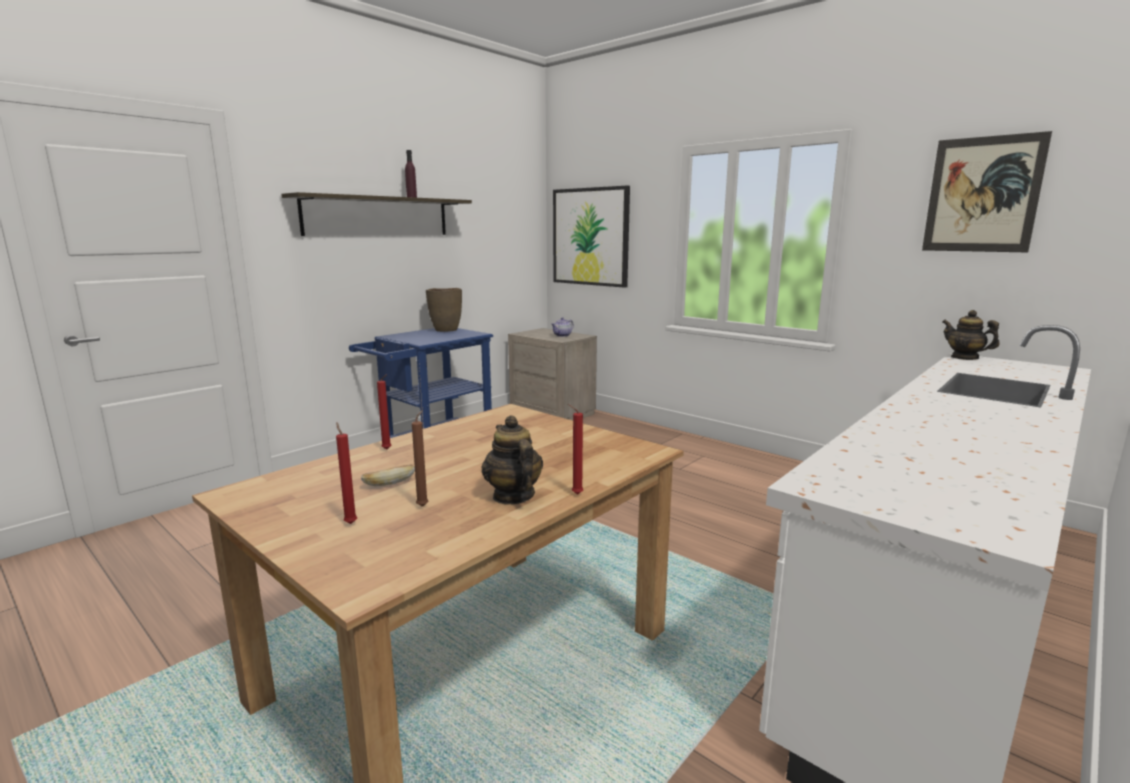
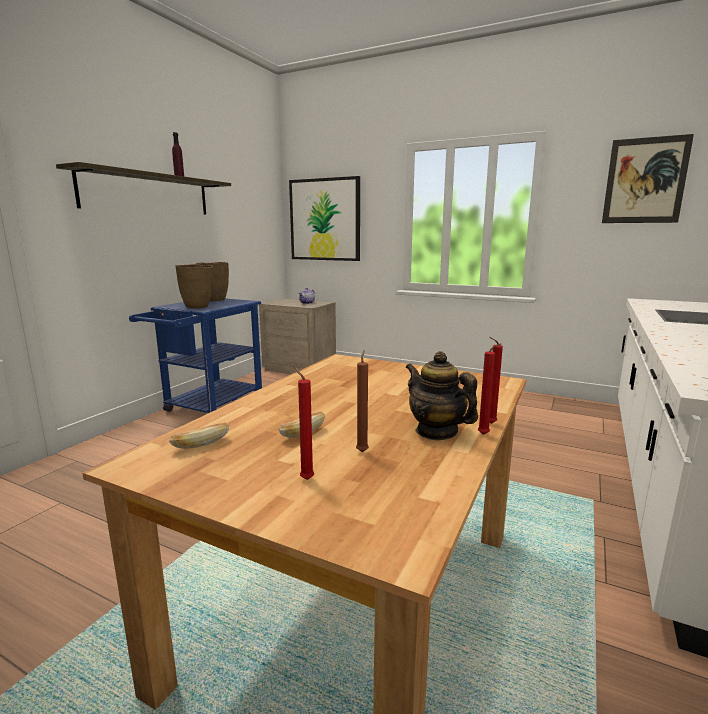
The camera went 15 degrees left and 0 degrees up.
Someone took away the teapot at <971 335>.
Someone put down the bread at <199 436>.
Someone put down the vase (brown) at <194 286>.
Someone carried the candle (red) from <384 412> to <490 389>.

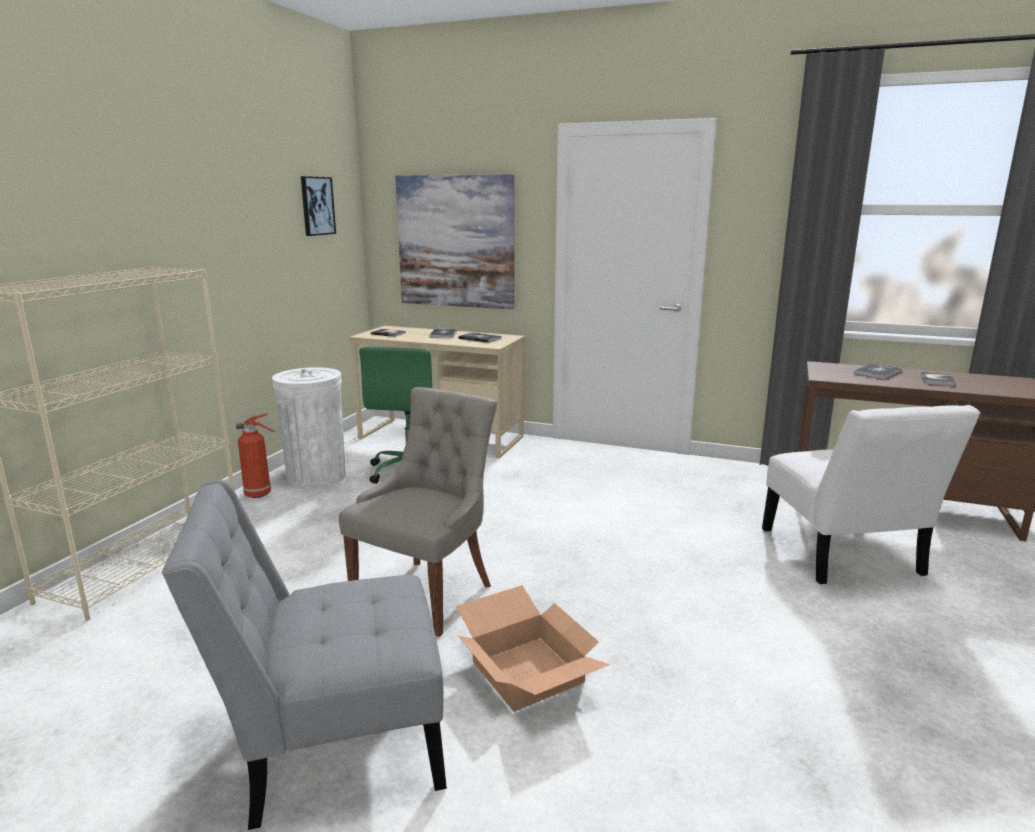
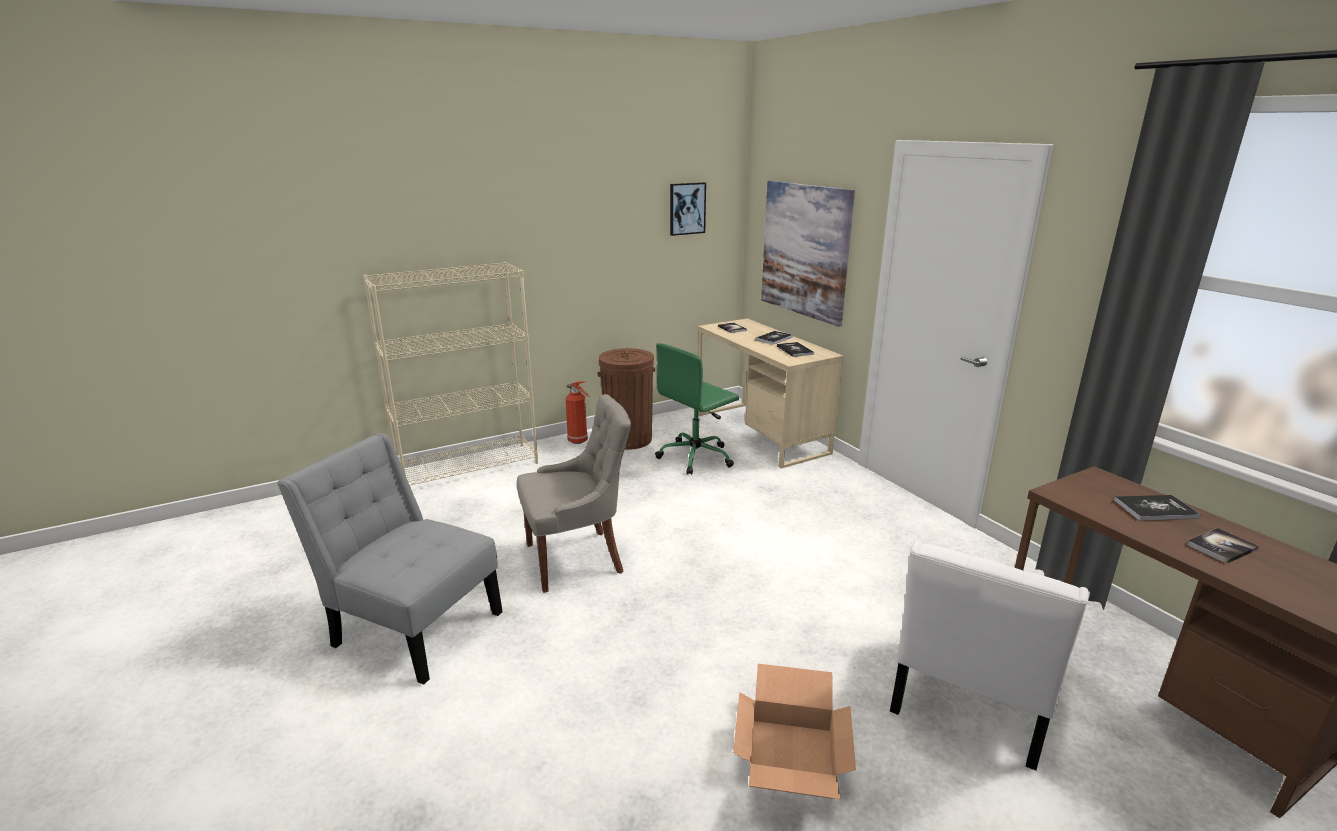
The camera went 40 degrees right and 5 degrees up.
Someone carried the cardboard box from <533 648> to <794 731>.
Someone repainted the trash can (white) at <309 428>, which became the trash can (brown) at <626 399>.

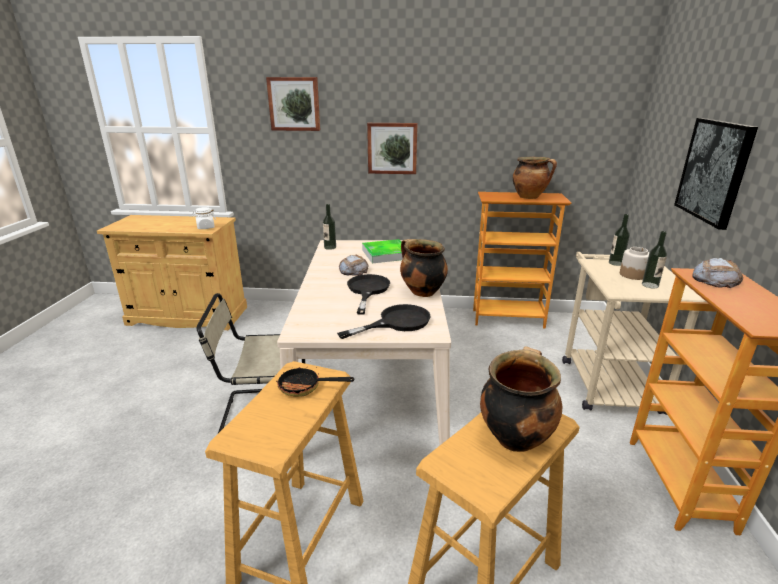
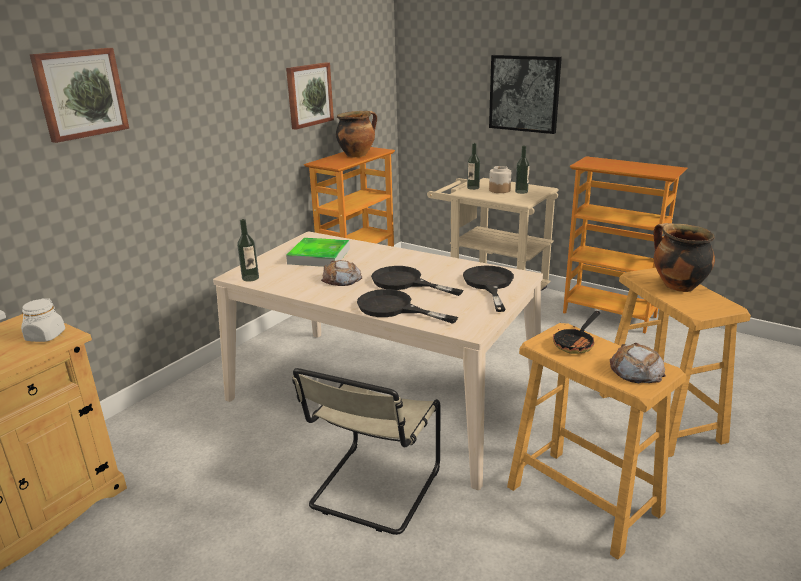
The camera went 60 degrees left and 0 degrees up.
Someone took away the cooking pot at <424 268>.
Someone put down the frying pan (black) at <407 306>.
Someone carried the picture from <392 148> to <310 96>.
Someone carried the bread from <717 273> to <638 363>.

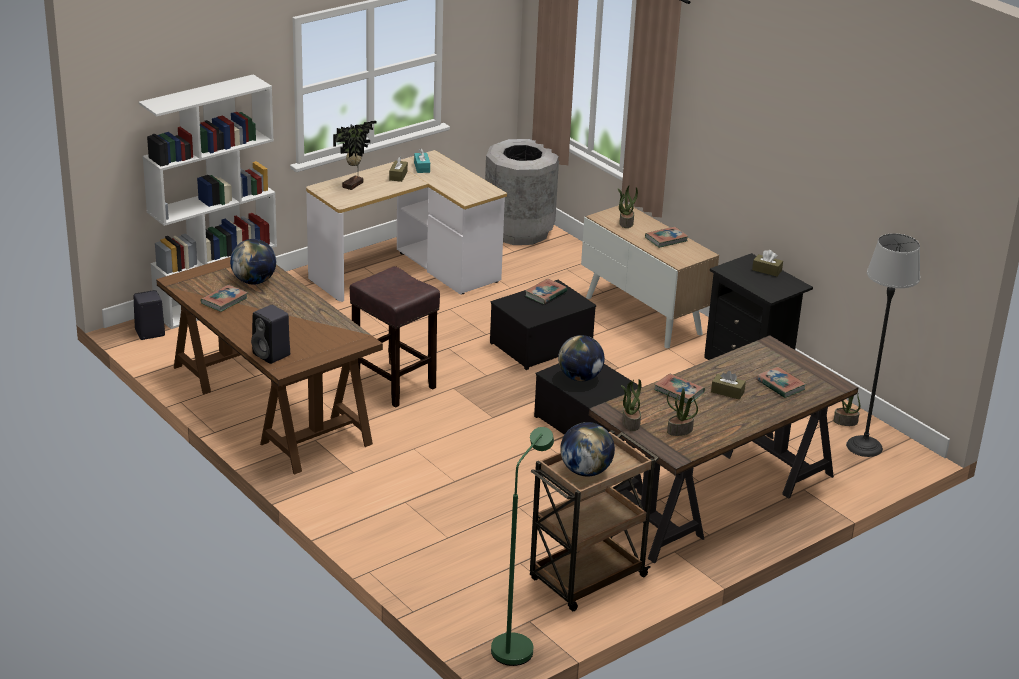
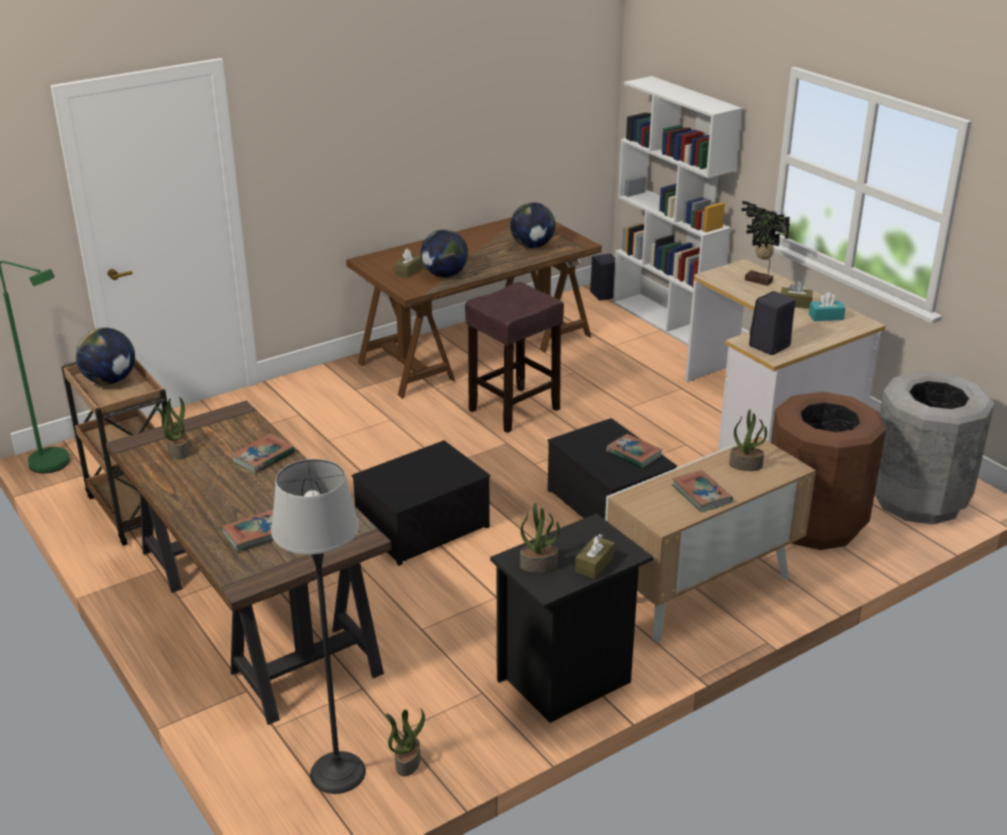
The camera went 95 degrees right and 0 degrees up.
Someone took away the book at <224 298>.
Someone put down the trash can (brown) at <828 471>.
Someone carried the speaker (black) from <270 334> to <772 323>.
Someone carried the globe from <581 358> to <444 253>.
Someone carried the potted plant from <631 405> to <540 538>.
Someone carried the tissue box (brown) from <728 385> to <408 263>.

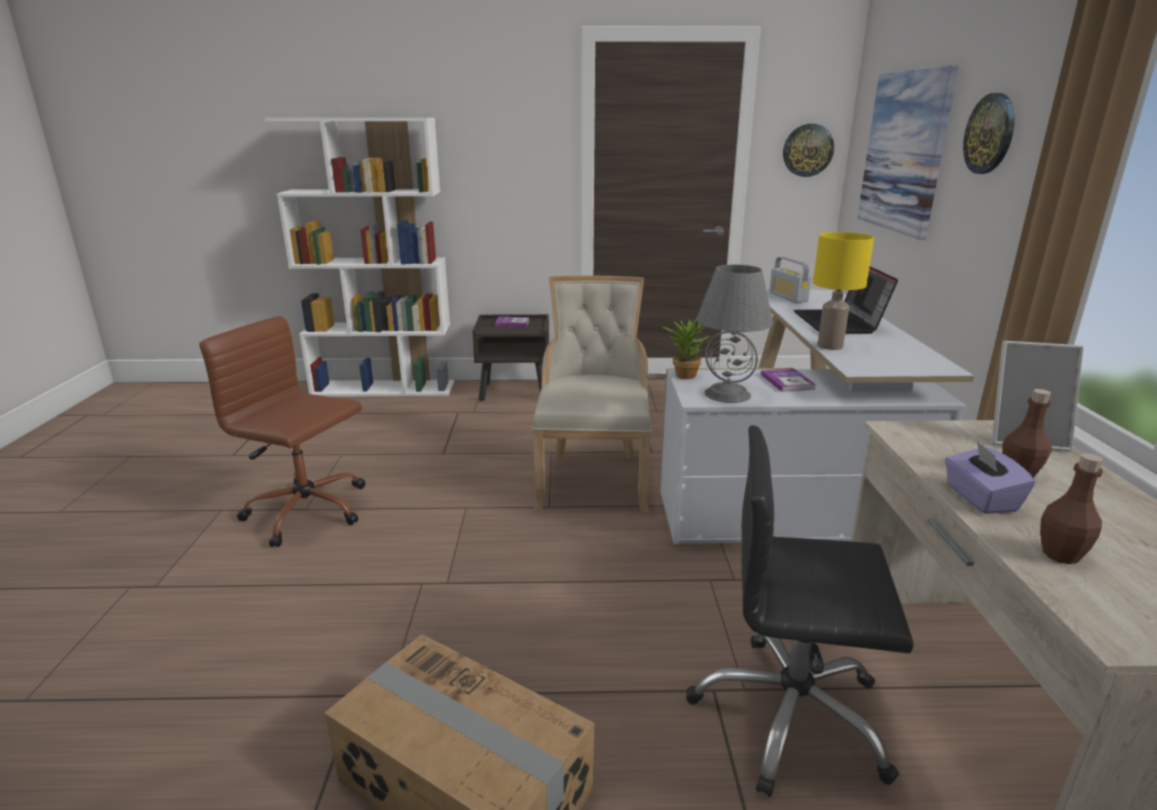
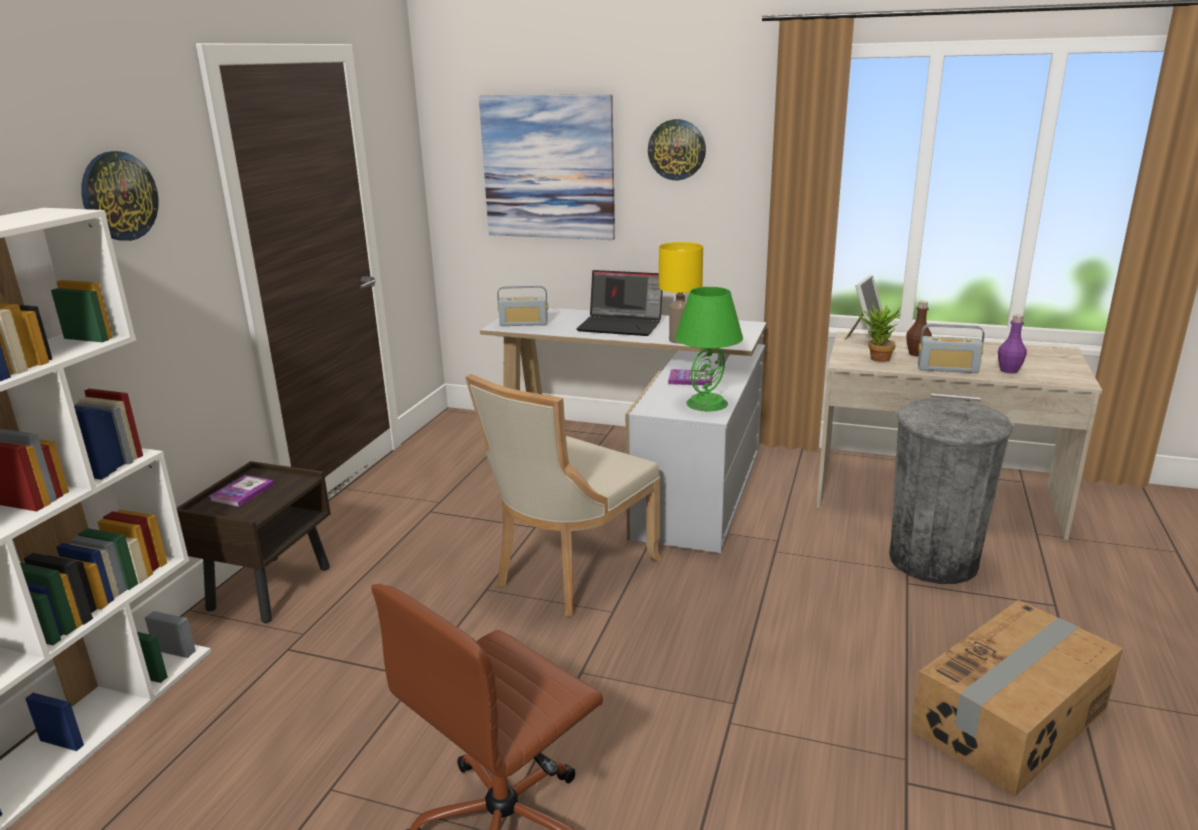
The camera went 70 degrees left and 0 degrees up.
Someone carried the potted plant from <685 349> to <880 332>.
Someone carried the wall clock from <808 150> to <120 196>.
Someone swapped the office chair (black) at <800 611> for the trash can (grey) at <951 491>.
Someone swapped the tissue box (purple) at <990 477> for the radio at <951 348>.
Someone repainted the table lamp (grey) at <734 333>, which became the table lamp (green) at <709 349>.
Someone repainted the bottle (brown) at <1071 508>, which became the bottle (purple) at <1012 344>.
Someone rotated the chair (beige) at <592 394> by 75 degrees counterclockwise.

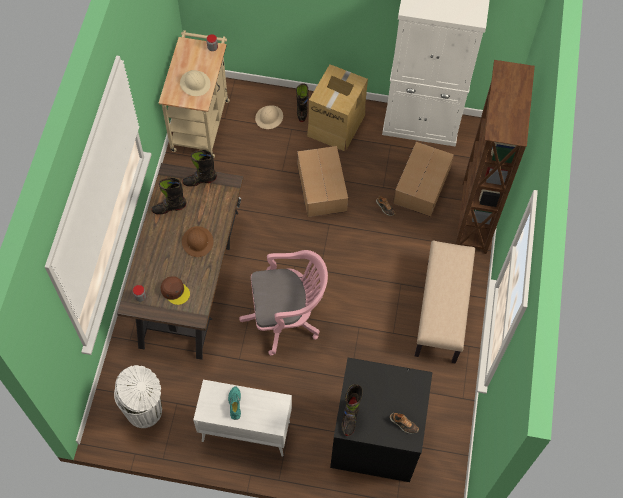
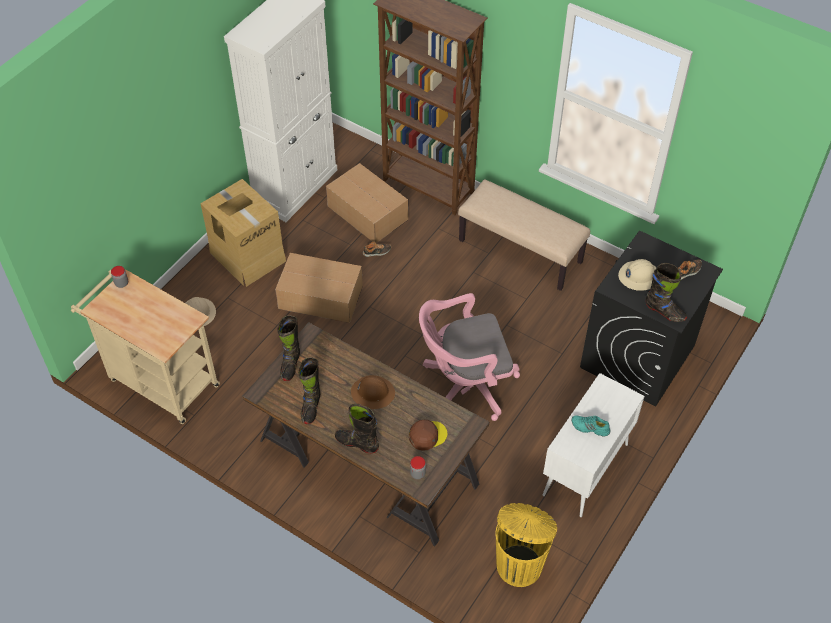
The camera went 65 degrees left and 10 degrees down.
Someone carried the hard hat (beige) from <195 83> to <637 275>.
Someone carried the boot (black) from <302 102> to <357 428>.
Someone repainted the trash can (white) at <138 396>, which became the trash can (yellow) at <526 545>.
Someone rotated the office chair (pink) at <283 303> by 120 degrees counterclockwise.

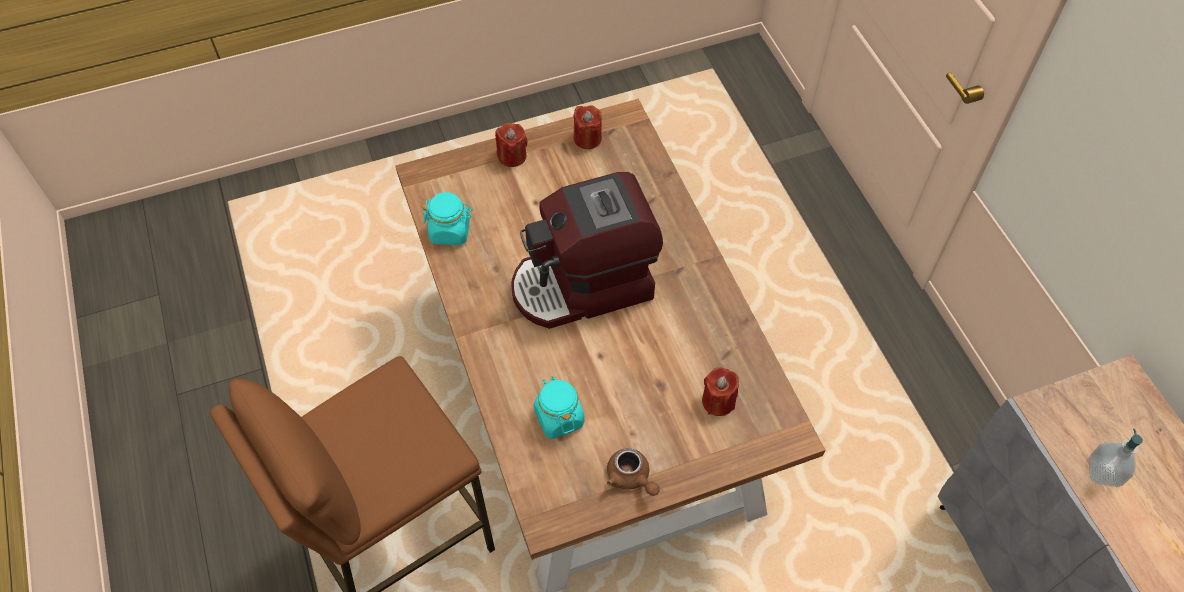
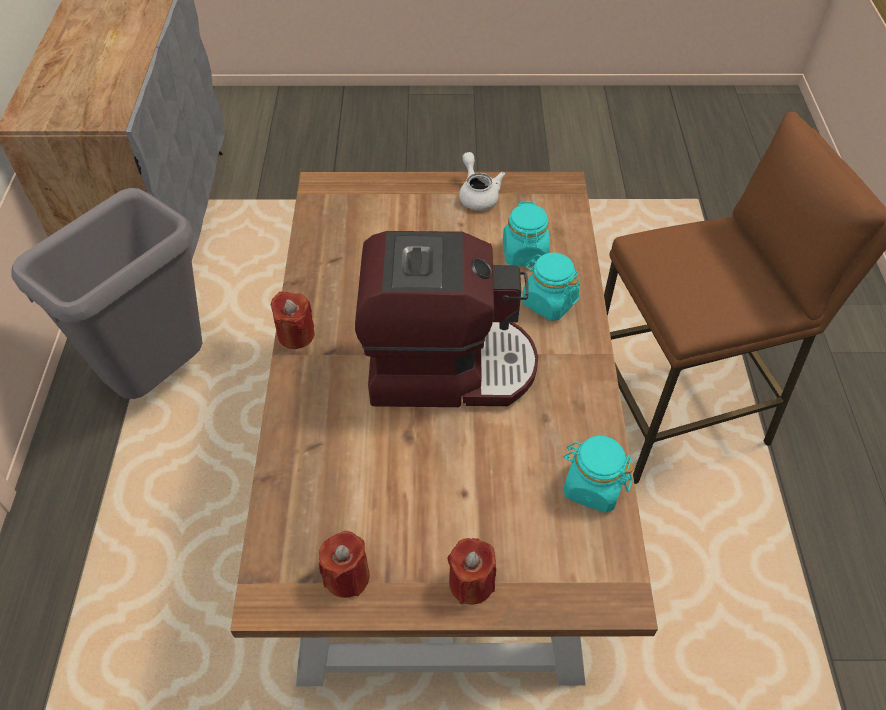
The camera went 160 degrees left and 5 degrees down.
Someone took away the soap dispenser at <1116 458>.
Someone put down the trash can (grey) at <107 293>.
Someone put down the jar (turquoise) at <551 287>.
Someone carried the candle (red) from <720 391> to <292 320>.
Someone repainted the teapot (brown) at <633 472>, which became the teapot (white) at <482 181>.

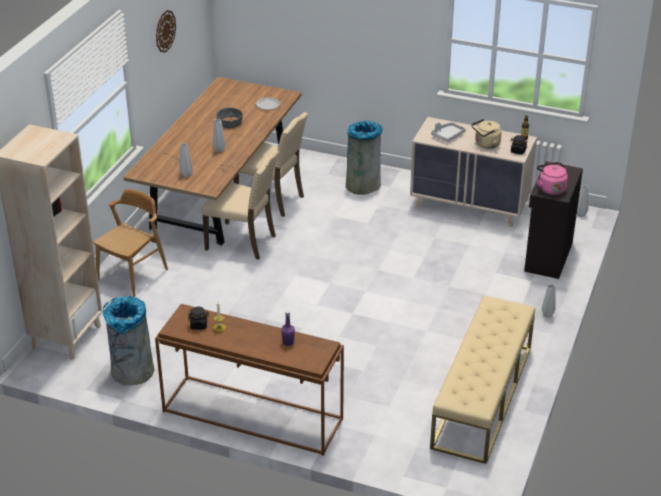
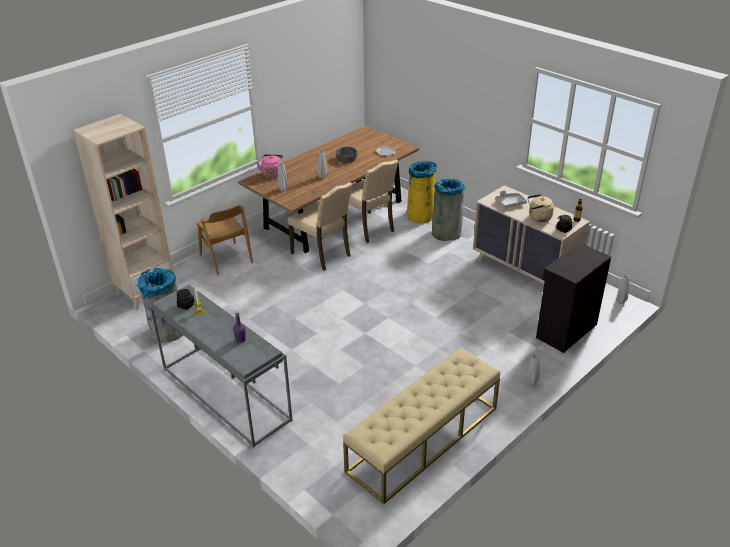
The camera went 25 degrees right and 0 degrees up.
Someone took away the wall clock at <166 31>.
Someone put down the trash can (yellow) at <422 192>.
Someone carried the kettle (pink) from <552 178> to <270 166>.
Someone repainted the console table (brown) at <249 380>, which became the console table (grey) at <221 366>.
Someone rotated the chair (brown) at <131 243> by 90 degrees clockwise.

